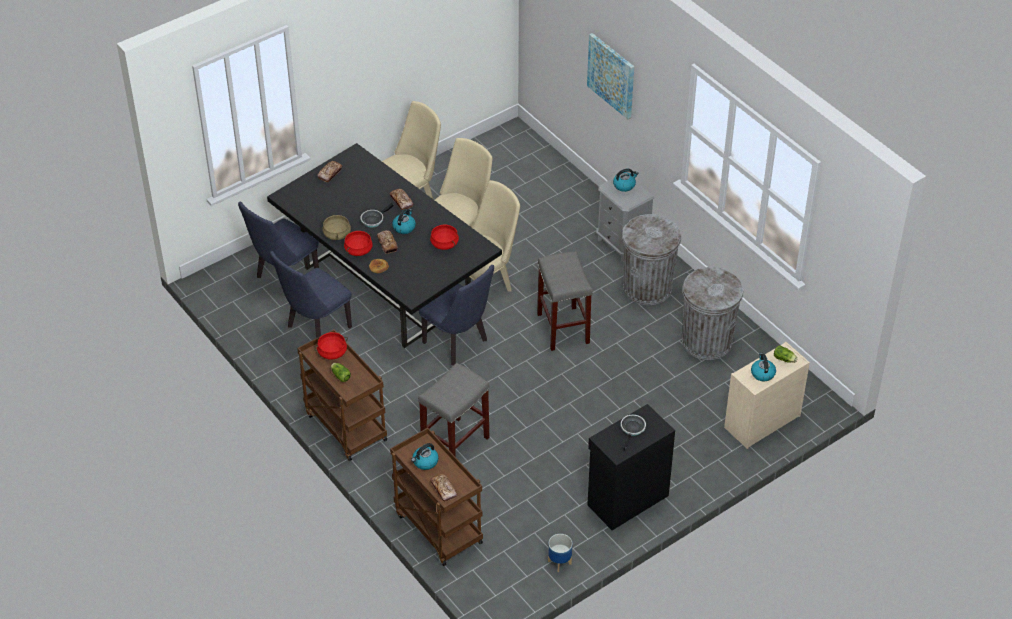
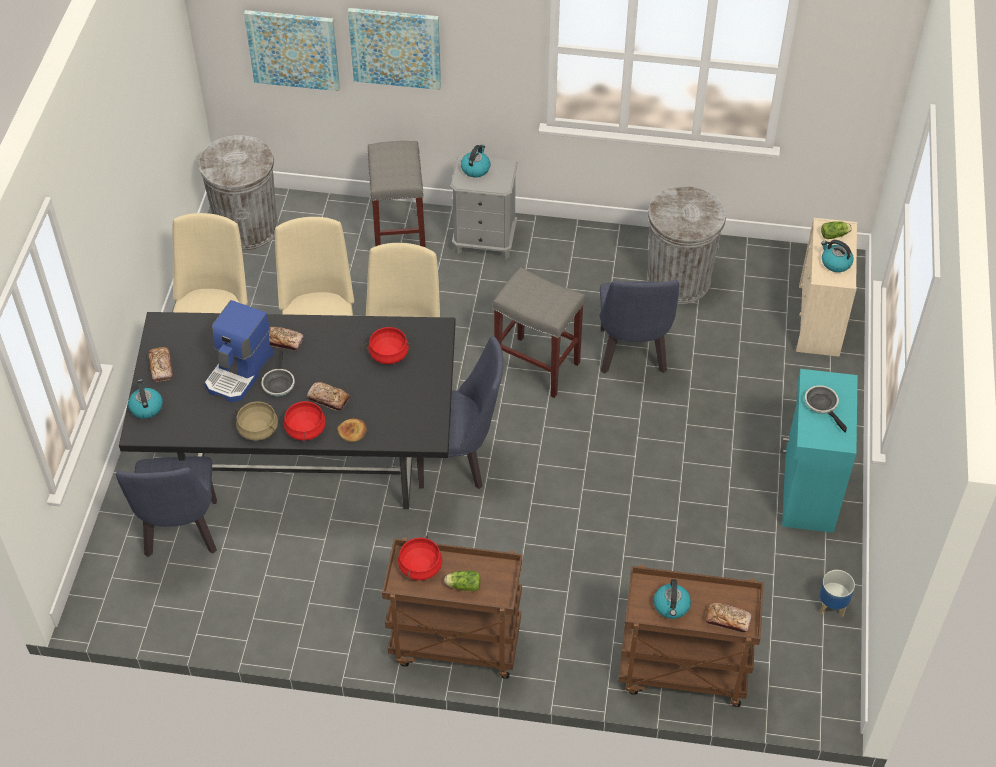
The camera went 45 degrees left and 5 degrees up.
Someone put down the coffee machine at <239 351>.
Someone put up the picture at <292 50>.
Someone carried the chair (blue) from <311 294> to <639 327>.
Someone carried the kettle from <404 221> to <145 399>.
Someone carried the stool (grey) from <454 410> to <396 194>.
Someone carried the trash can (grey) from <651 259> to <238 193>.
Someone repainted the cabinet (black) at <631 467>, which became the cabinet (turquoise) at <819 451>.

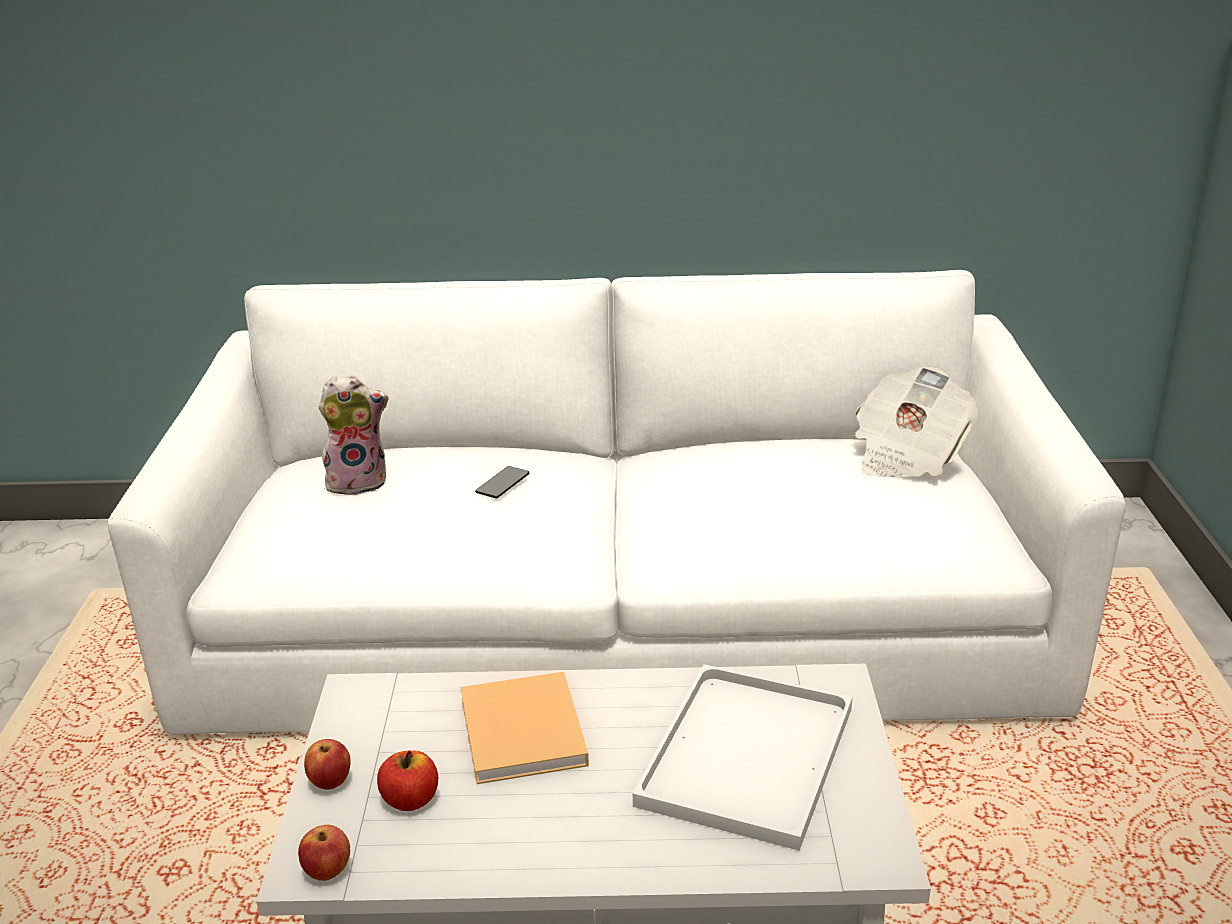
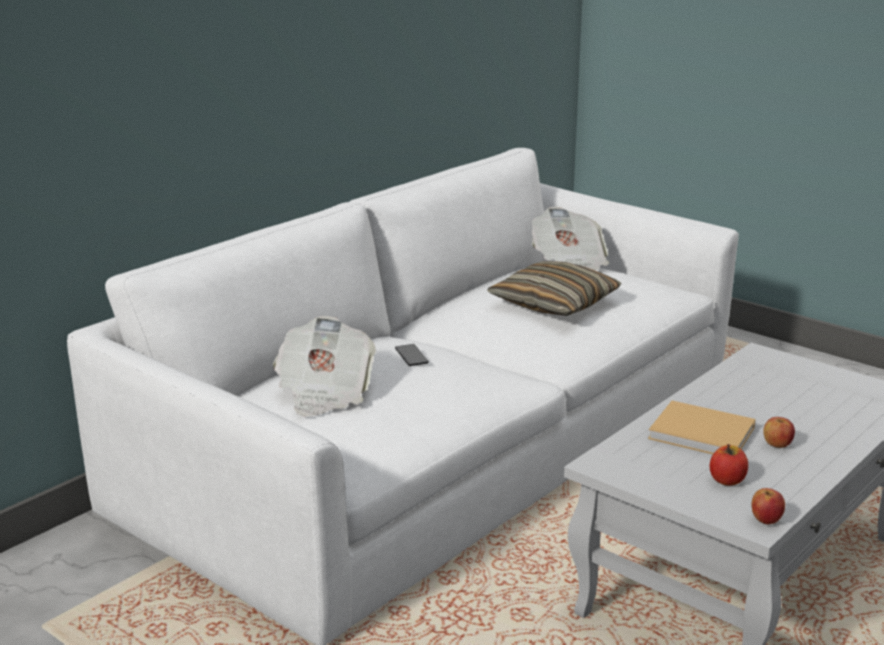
The camera went 50 degrees left and 5 degrees down.
Someone took away the tray (white) at <742 757>.
Someone put down the pillow at <554 288>.
Someone carried the apple from <327 764> to <779 432>.
Someone swapped the plush toy at <354 435> for the newspaper at <324 366>.

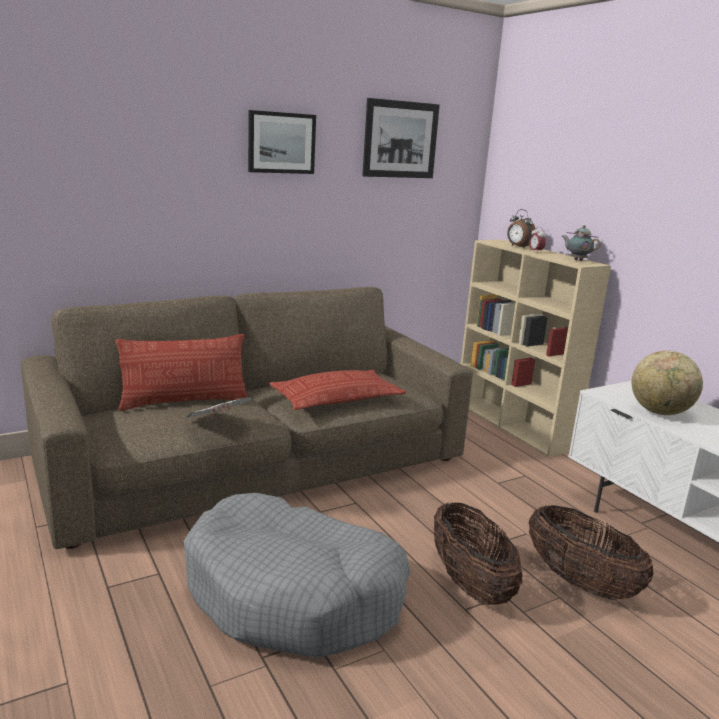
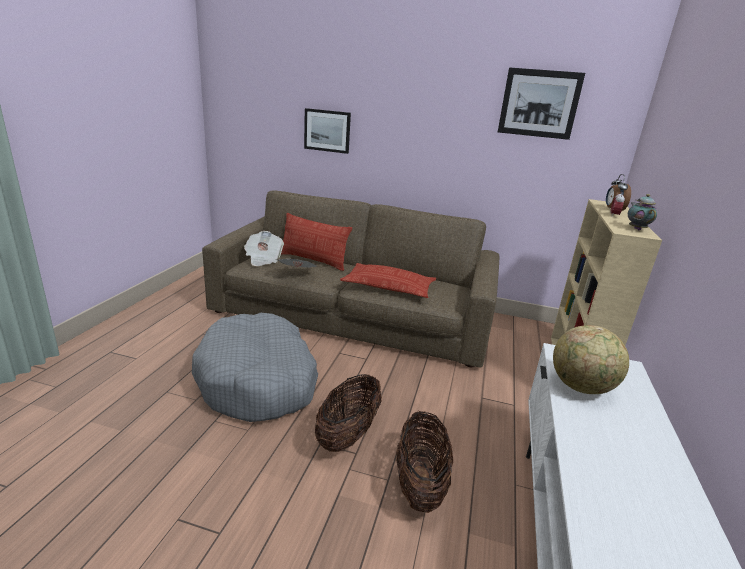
The camera went 45 degrees right and 5 degrees up.
Someone put down the newspaper at <264 248>.
Someone carried the picture from <282 142> to <327 131>.

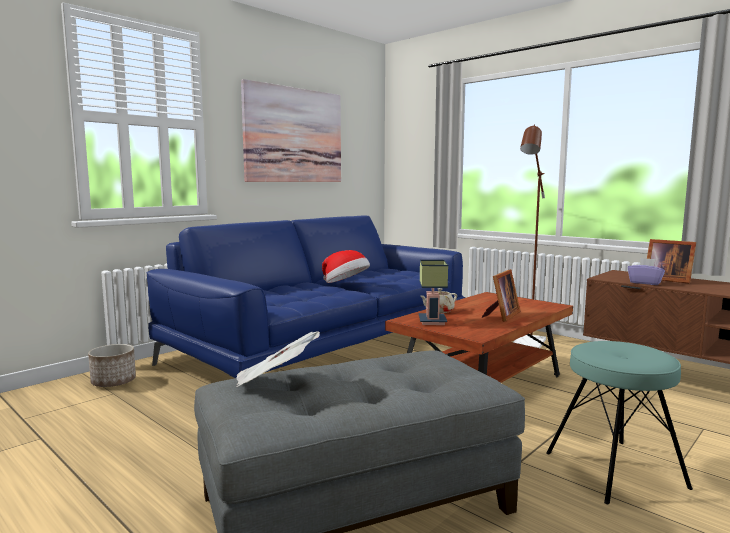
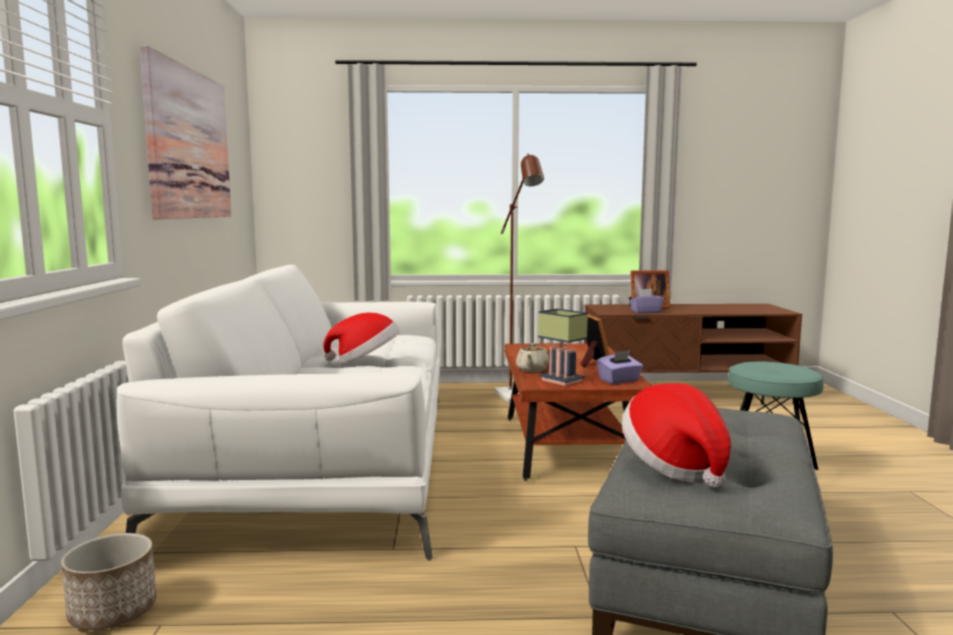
The camera went 45 degrees left and 0 degrees up.
Someone put down the tissue box (purple) at <619 367>.
Someone swapped the newspaper at <278 359> for the hat at <676 435>.
Someone repainted the sofa (blue) at <306 296>, which became the sofa (white) at <278 412>.

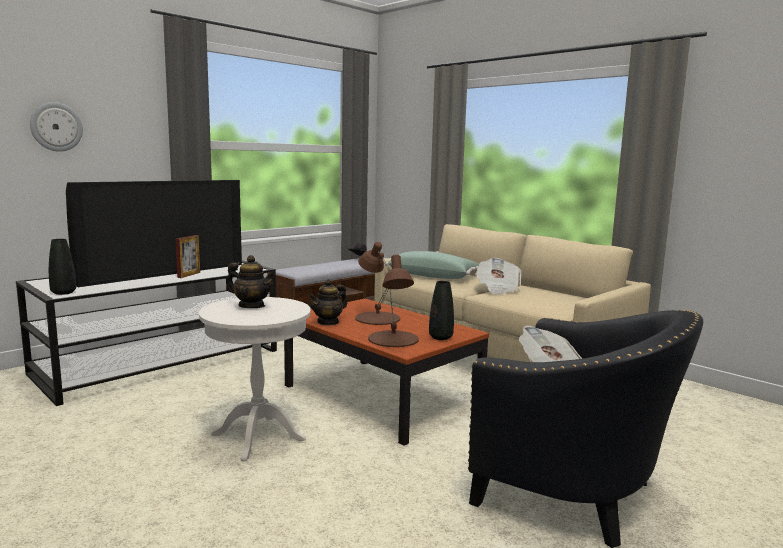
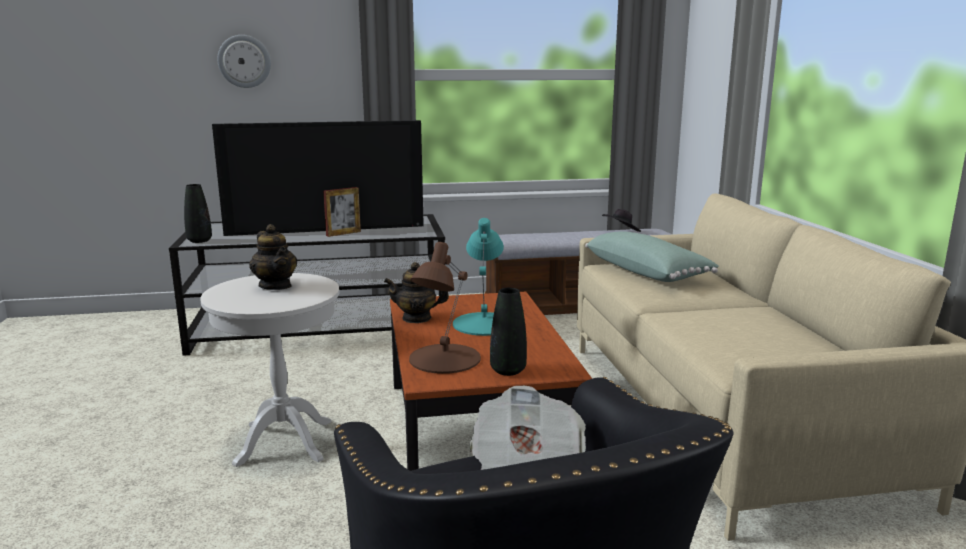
The camera went 35 degrees right and 5 degrees up.
Someone took away the newspaper at <498 276>.
Someone repainted the table lamp (brown) at <377 283>, which became the table lamp (turquoise) at <478 277>.

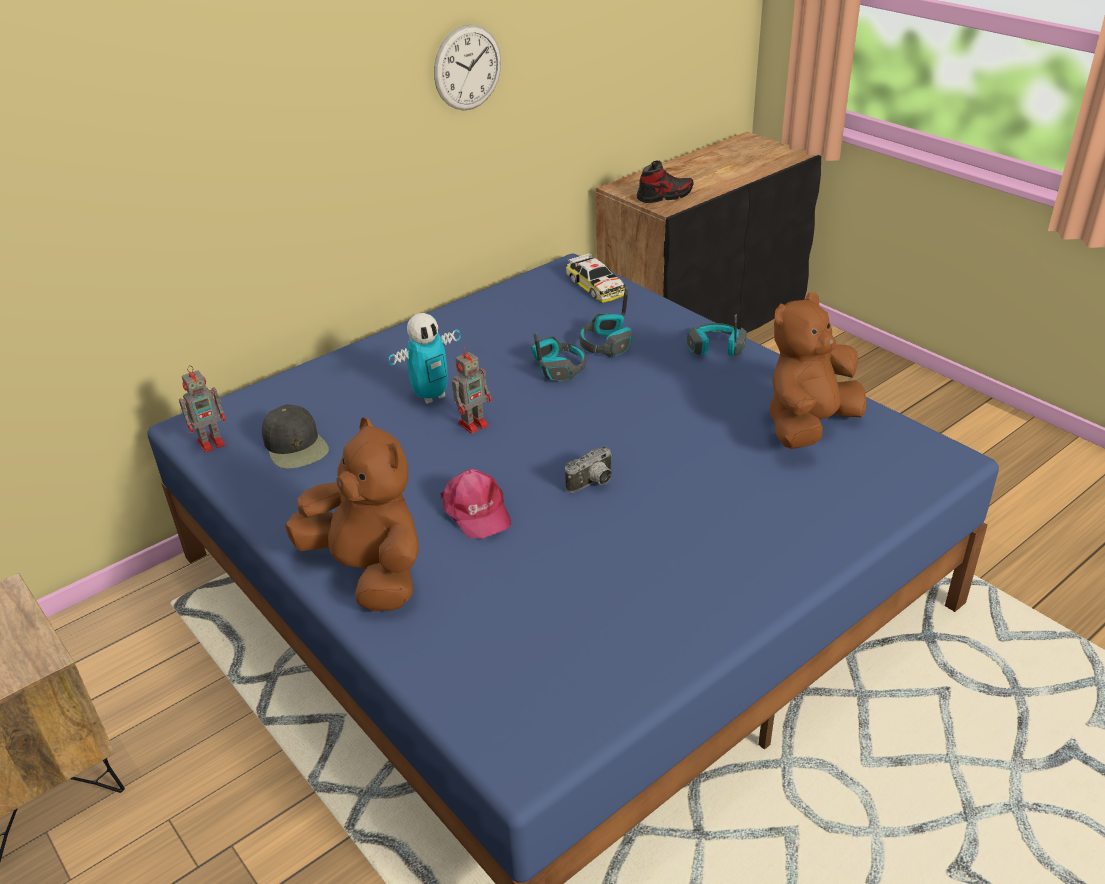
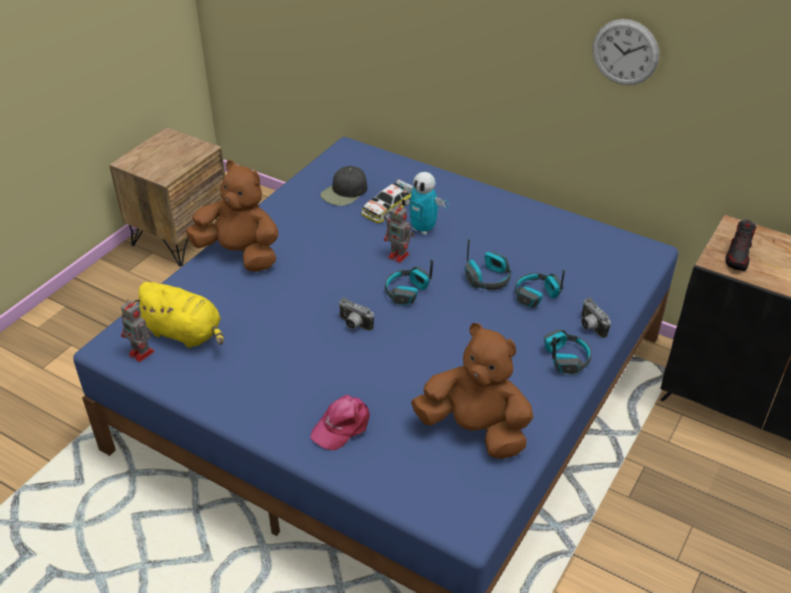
The camera went 70 degrees right and 5 degrees up.
Someone put down the plush toy (yellow) at <178 315>.
Someone put down the headphones at <409 281>.
Someone put down the photo camera at <596 317>.
Someone carried the toy robot from <202 409> to <138 330>.
Someone carried the cap (pink) from <475 504> to <340 423>.
Someone carried the toy car from <595 278> to <387 201>.
Someone rotated the plush toy (brown) at <352 514> by 90 degrees counterclockwise.
Someone rotated the shoe at <665 182> by 60 degrees clockwise.

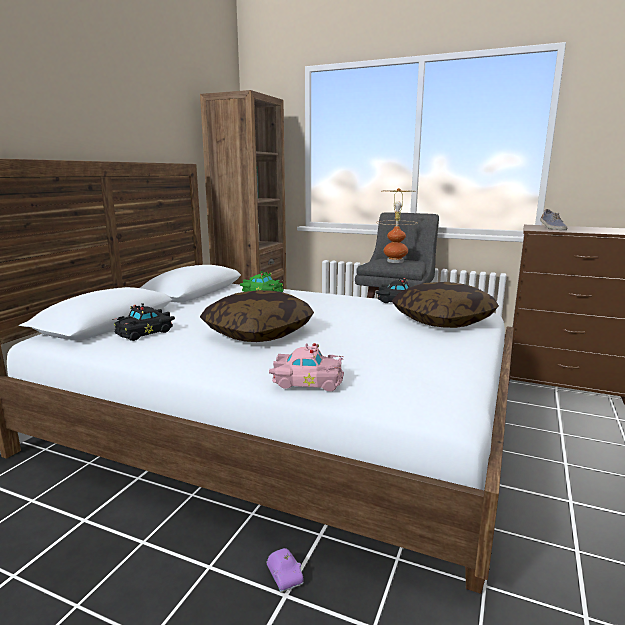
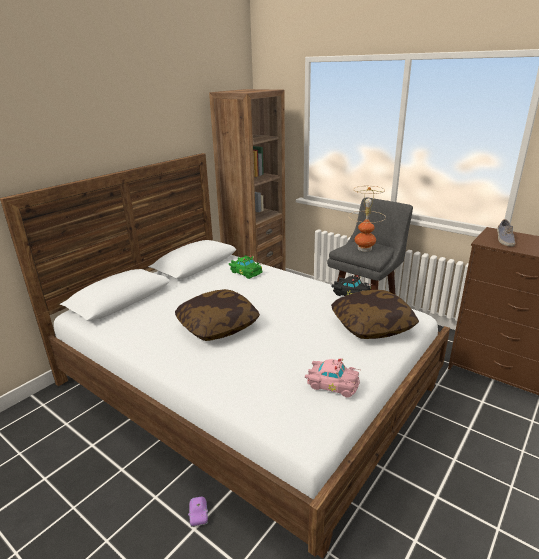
The camera went 15 degrees right and 10 degrees up.
Someone took away the toy car (black) at <143 322>.
Someone carried the toy car (pink) from <306 367> to <333 378>.

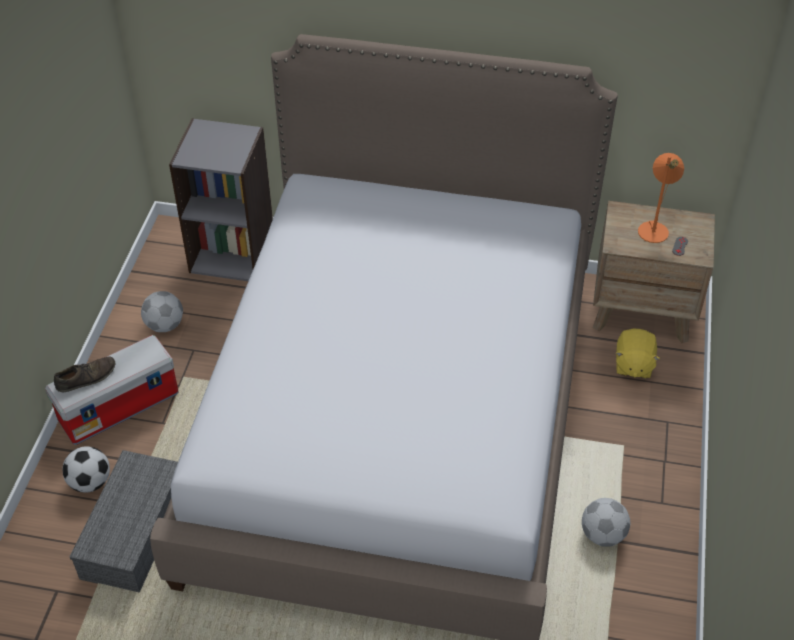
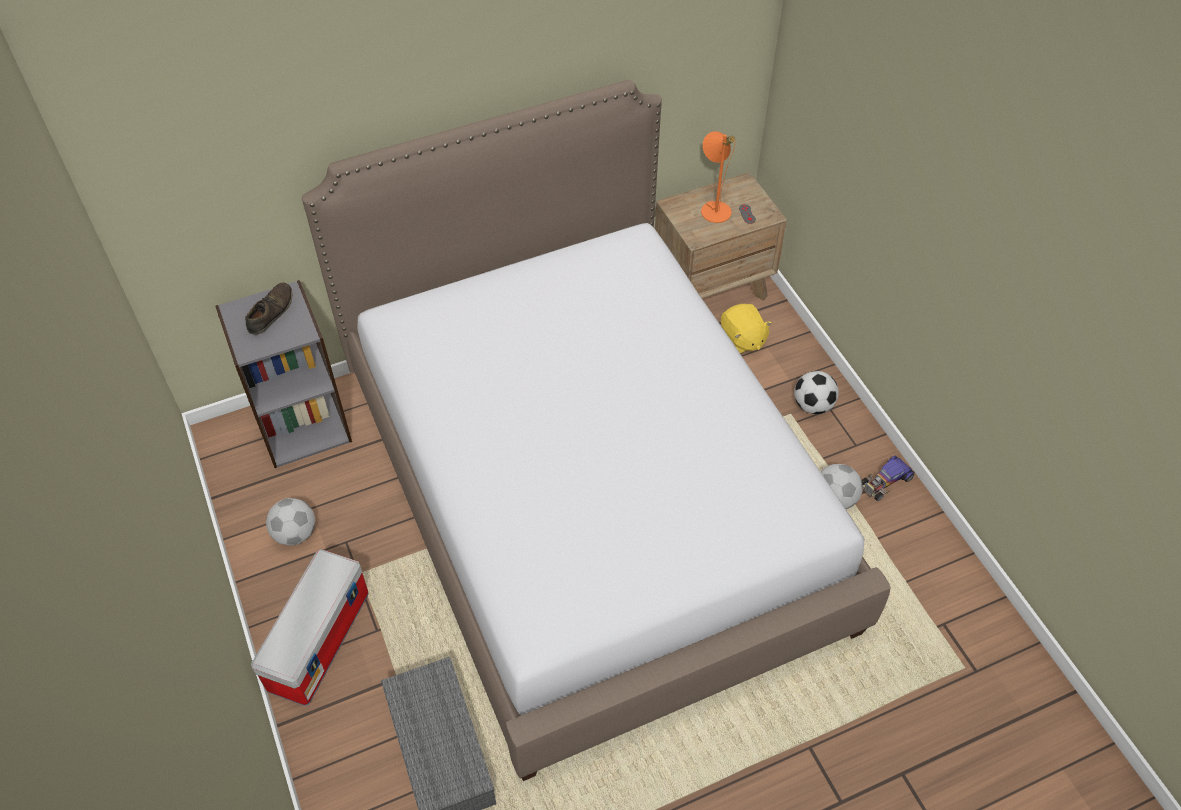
The camera went 35 degrees left and 5 degrees up.
Someone put down the toy car at <888 478>.
Someone carried the shoe (brown) from <84 374> to <268 308>.
Someone carried the football from <86 469> to <816 392>.

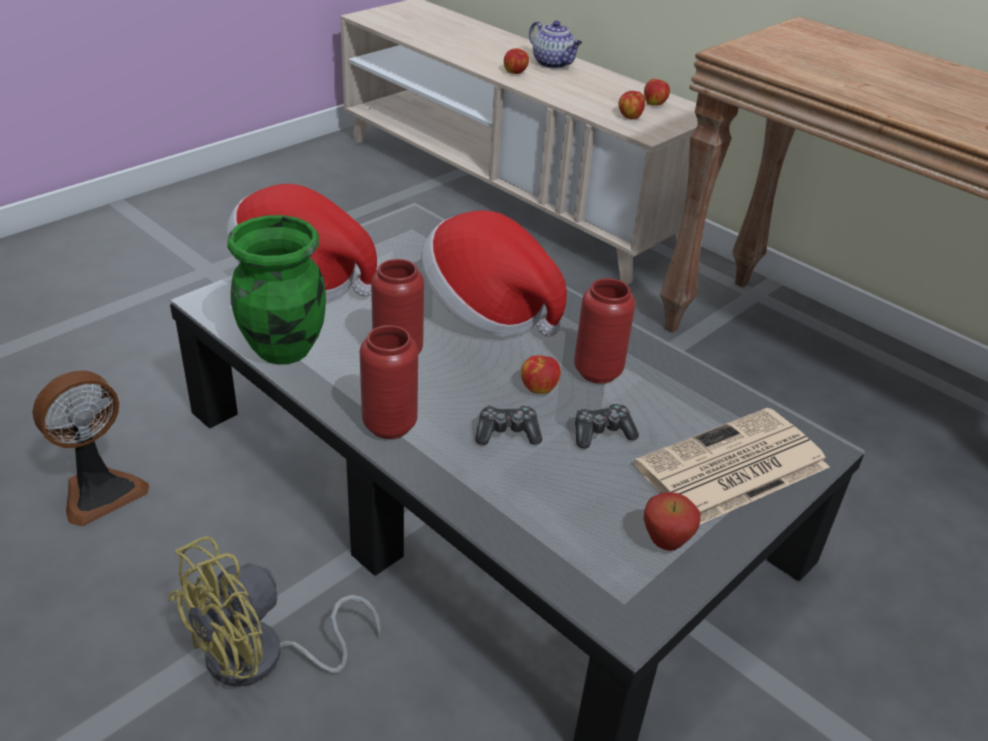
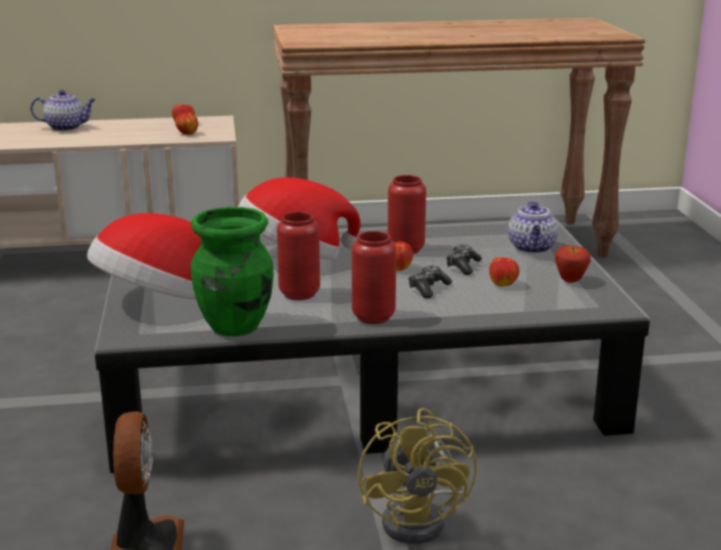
The camera went 50 degrees left and 15 degrees down.
Someone carried the apple from <516 61> to <504 272>.
Someone swapped the newspaper at <732 465> for the teapot at <533 227>.

